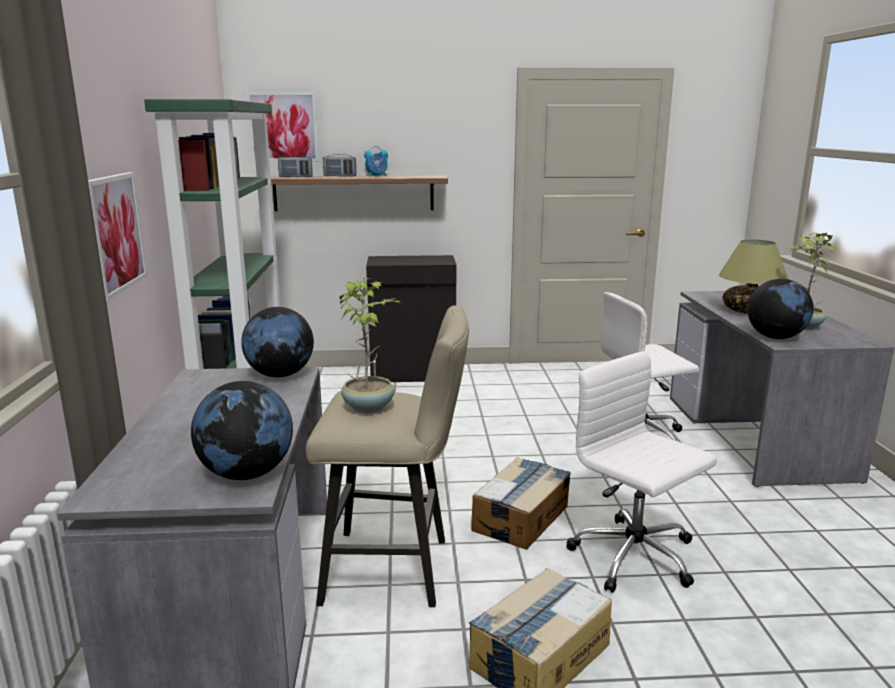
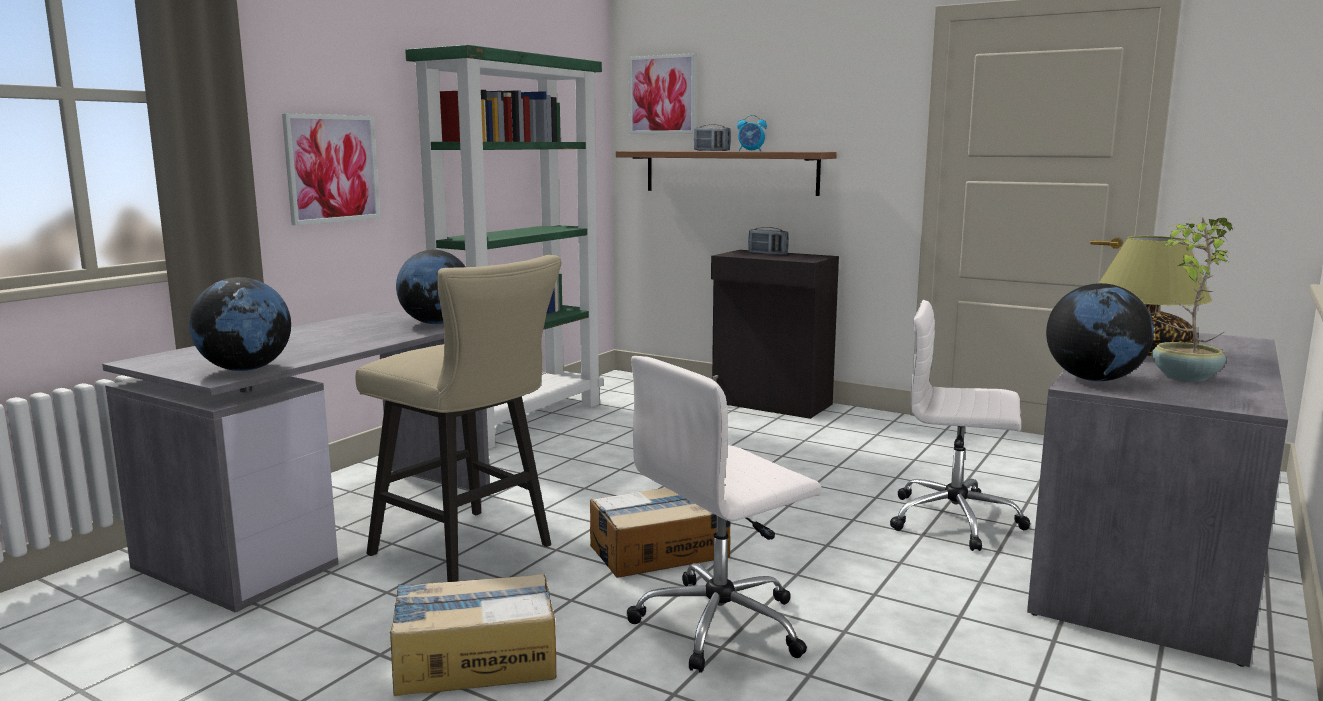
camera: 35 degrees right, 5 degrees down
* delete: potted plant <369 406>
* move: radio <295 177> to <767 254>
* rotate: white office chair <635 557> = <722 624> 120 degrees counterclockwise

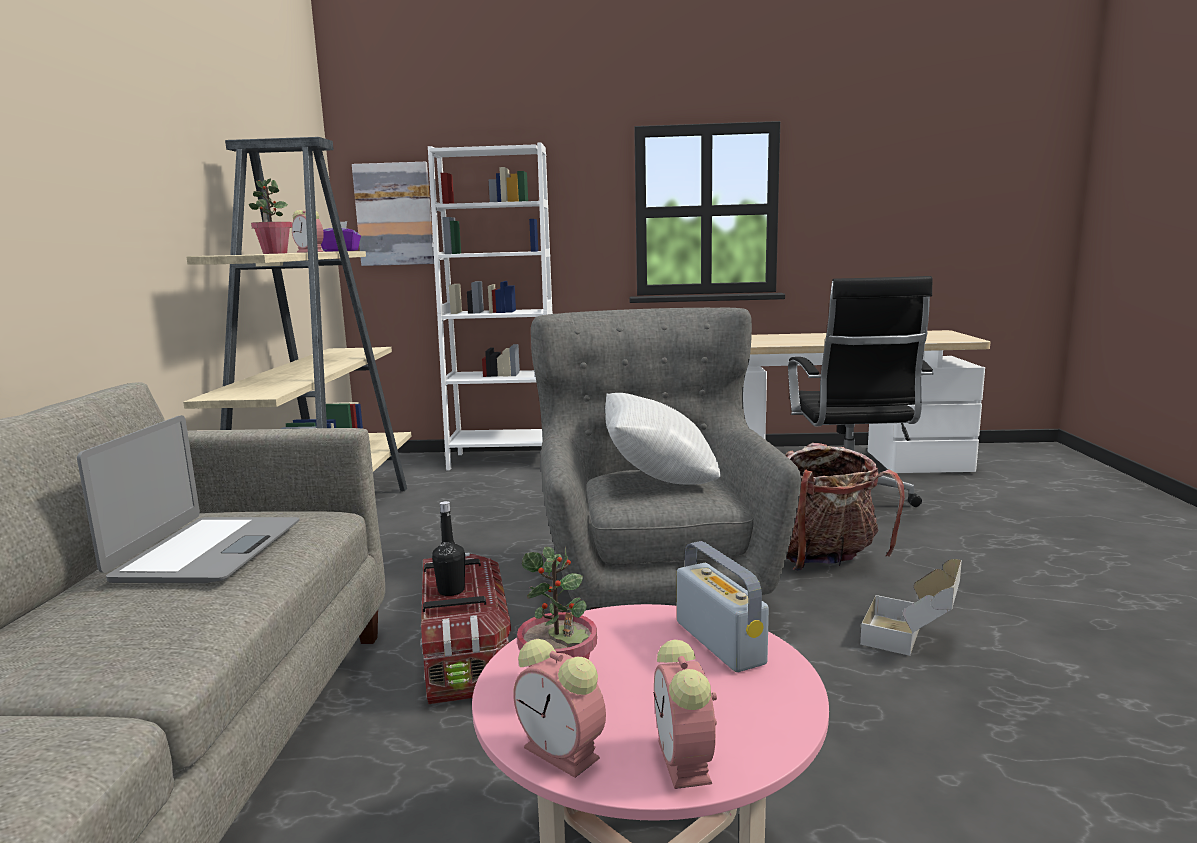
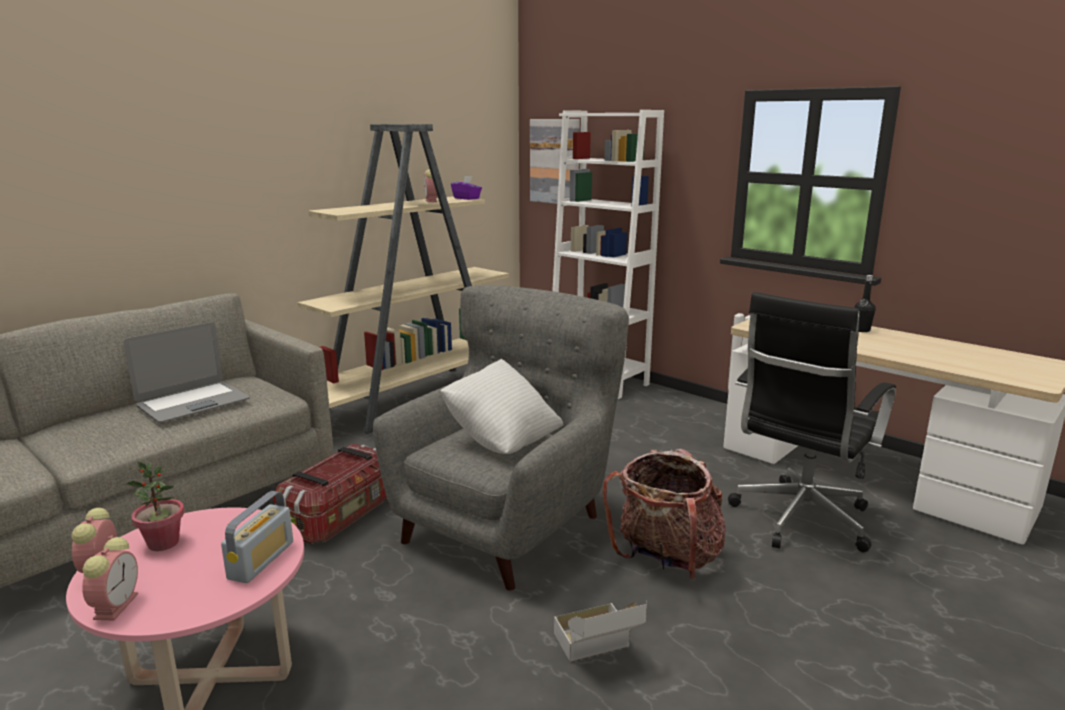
camera: 40 degrees right, 5 degrees up
* delete: potted plant <274 253>
* move: black bottle <451 590> to <861 330>
* rotate: alarm clock <686 764> = <116 605> 150 degrees clockwise

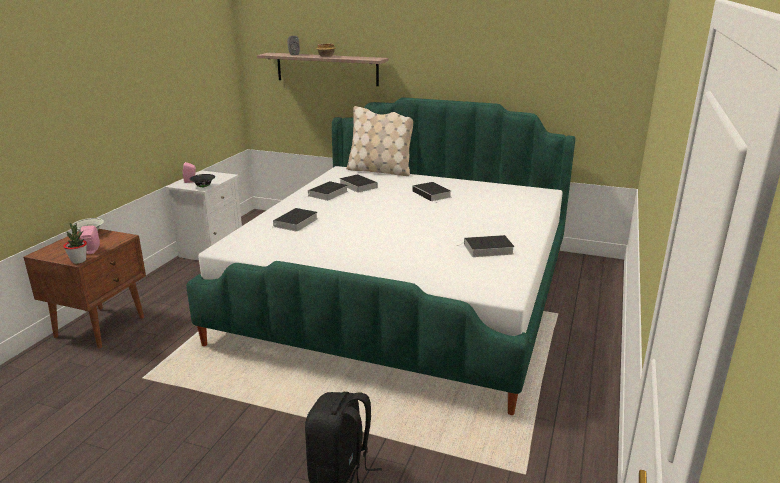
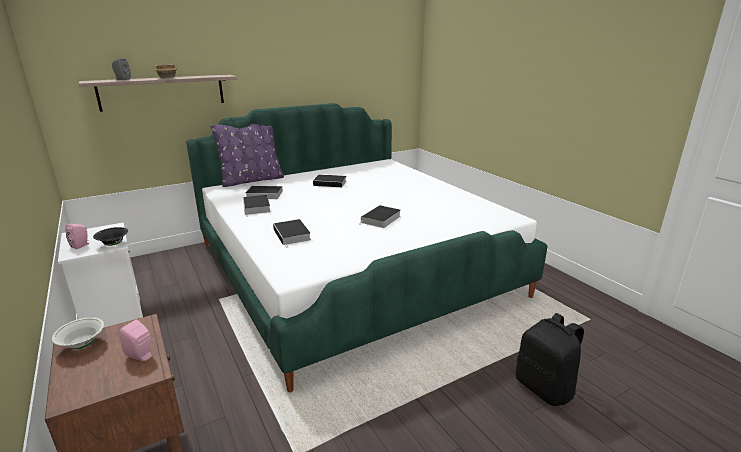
camera: 50 degrees left, 0 degrees up
* delete: potted plant <79 261>
* move: book <487 249> to <380 219>
* recolor: beige pillow <380 171> to purple pillow <251 180>

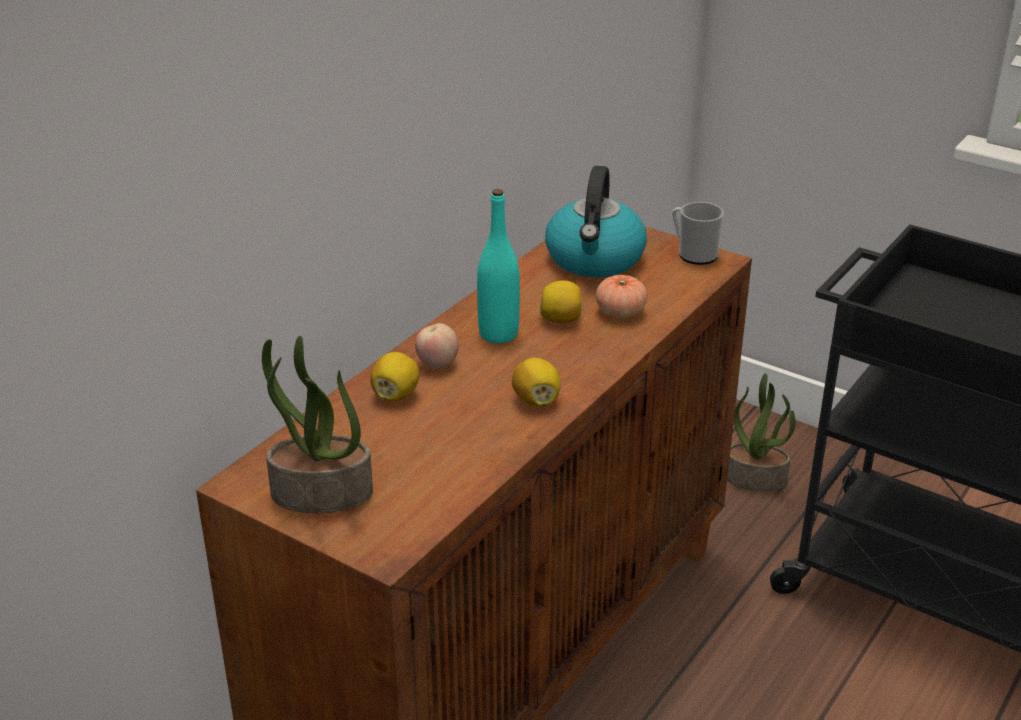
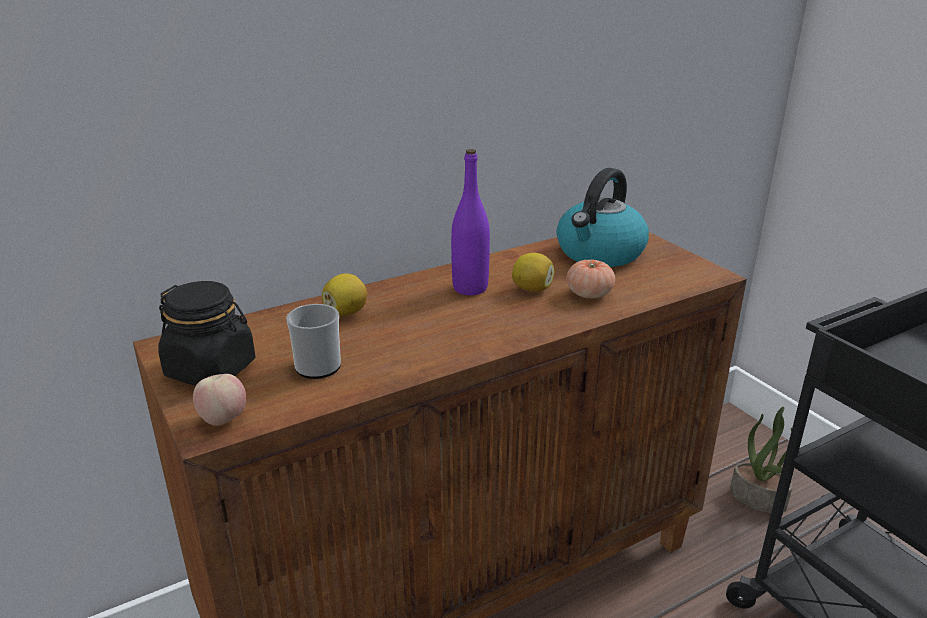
camera: 25 degrees right, 5 degrees down
* delete: lemon <536 400>
* move: apple <437 364> to <223 420>
* move: mug <693 254> to <315 364>
* replace: potted plant <320 494> to black jar <211 369>
* recolor: turquoise bottle <498 334> to purple bottle <470 288>

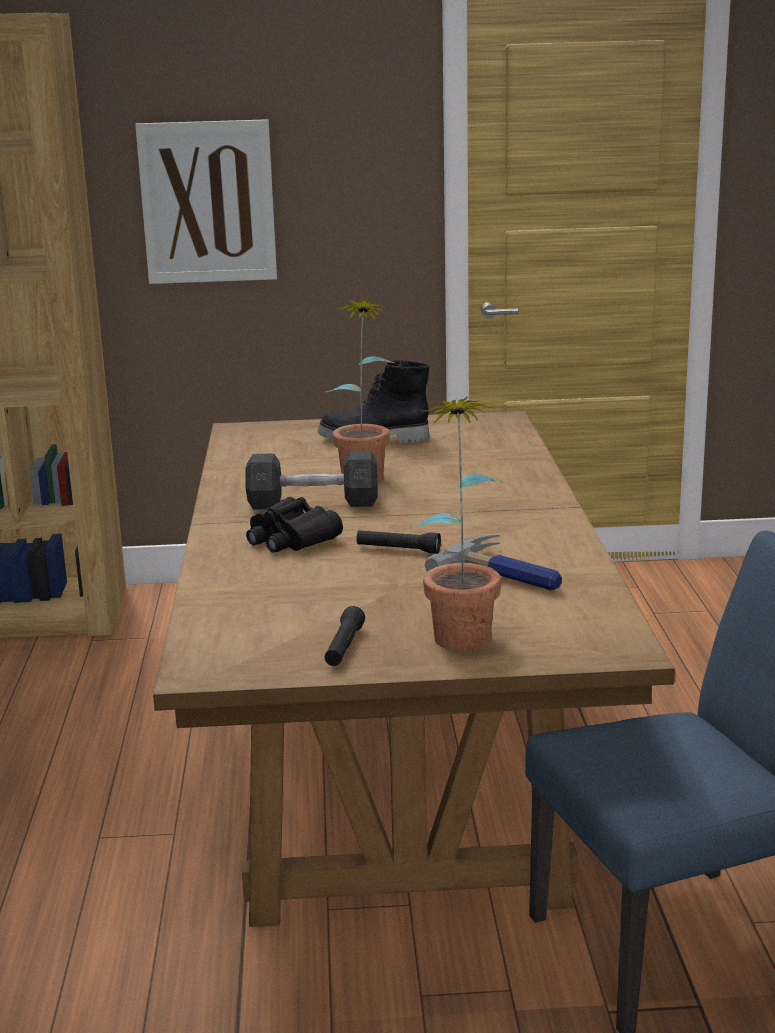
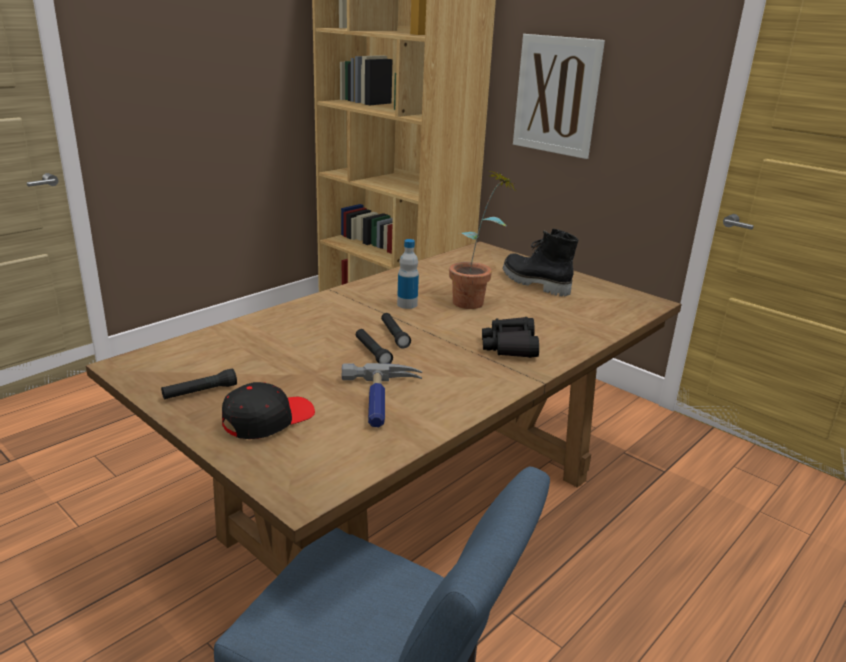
camera: 45 degrees right, 5 degrees up
* insert: black flashlight <394 335>
* move: black binoculars <290 539> to <510 346>
* replace: grey dumbbell <313 503> to bottle <407 304>
* replace: potted plant <462 630> to black cap <268 420>

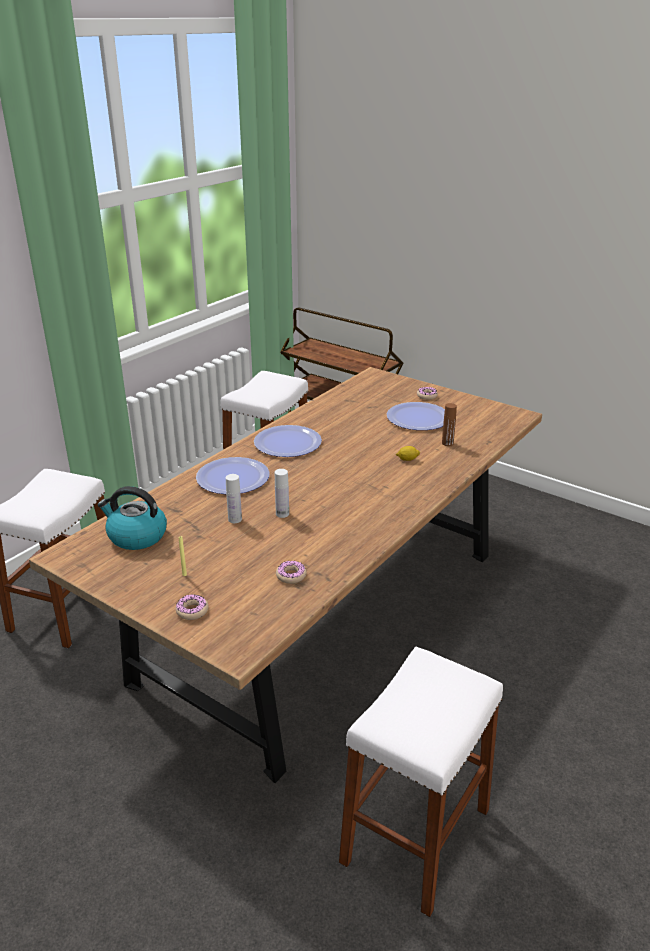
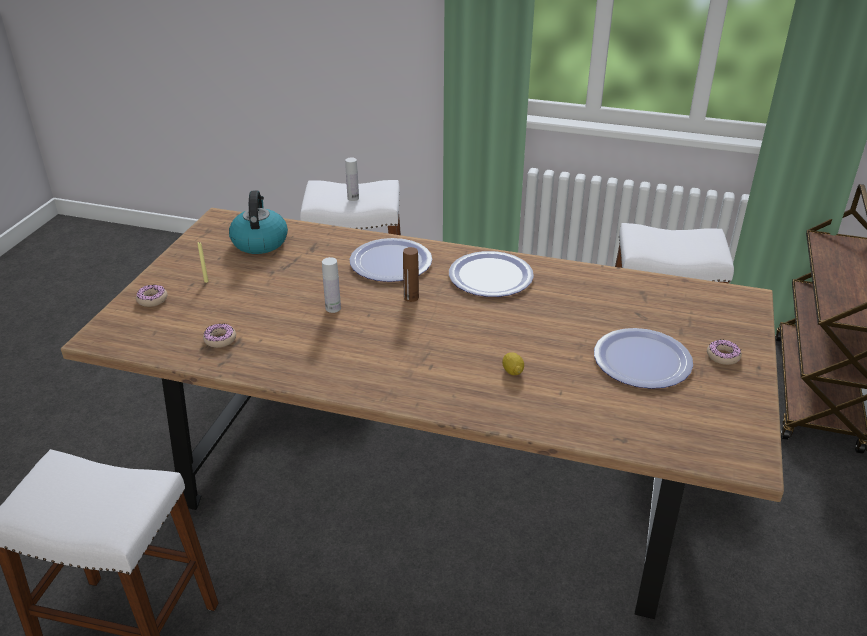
camera: 70 degrees right, 5 degrees up
* move: white bottle <235 519> to <353 198>
* move: brown bottle <447 443> to <411 297>

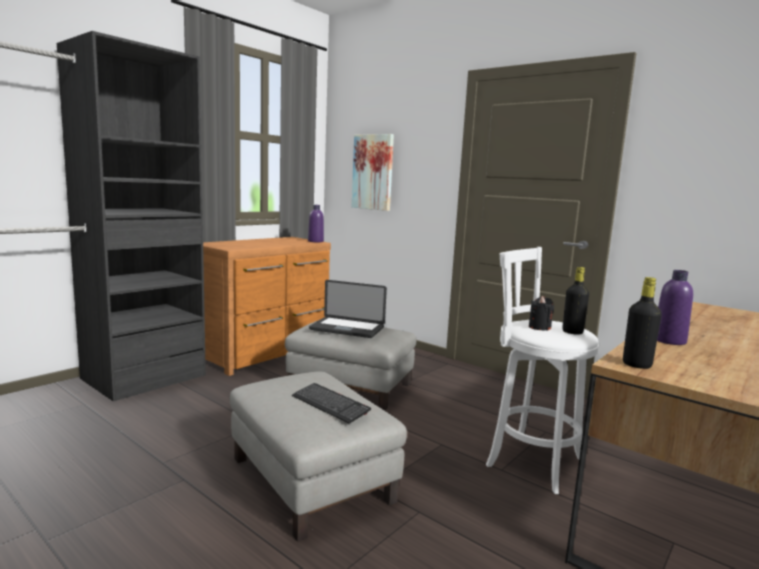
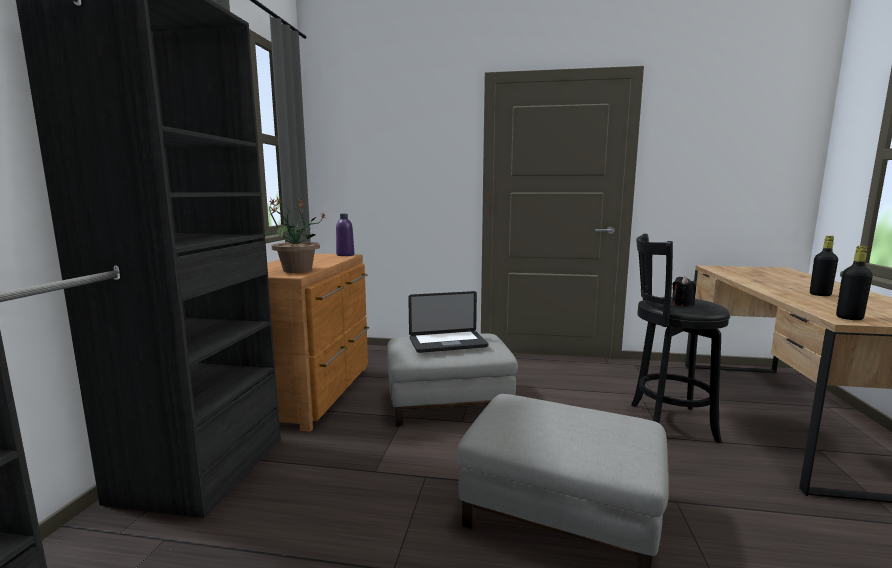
camera: 30 degrees left, 0 degrees up
* delete: keyboard <330 404>
* delete: picture <373 172>
* delete: purple bottle <669 340>
* insert: potted plant <296 270>
* move: black bottle <572 332> to <820 294>
* recolor: white stool <530 460> to black stool <667 422>

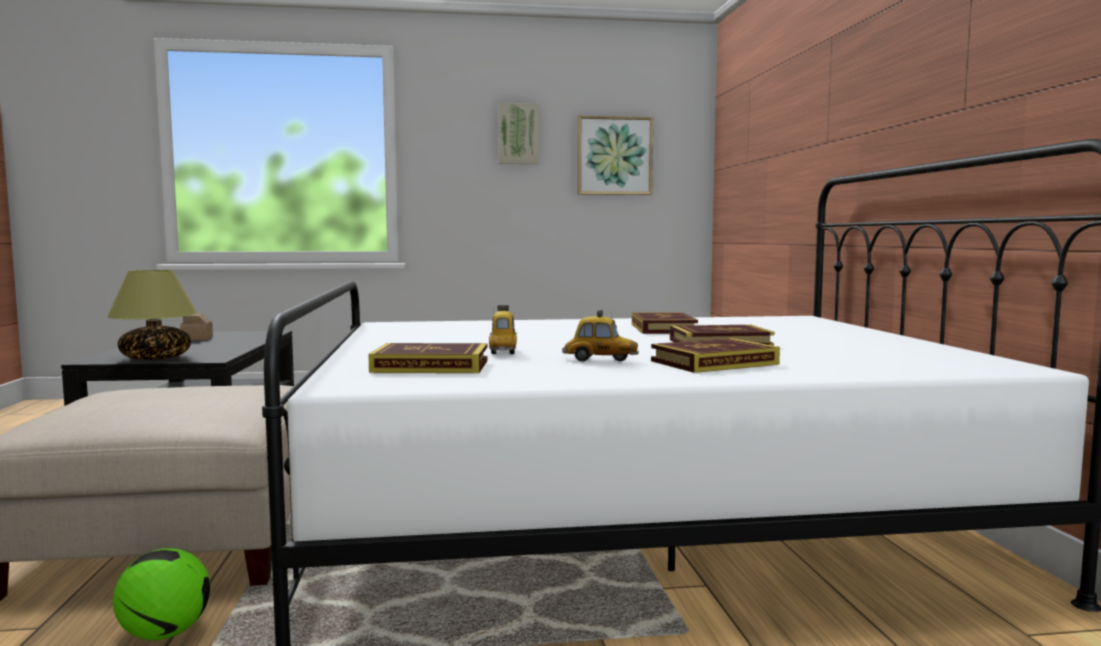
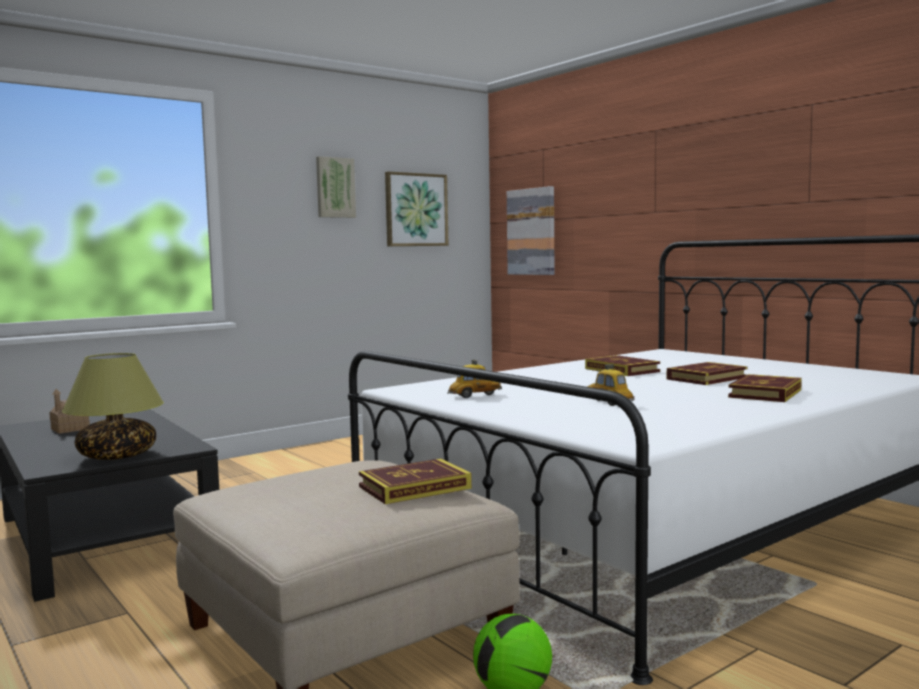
camera: 30 degrees left, 0 degrees up
* insert: picture <531 232>
* move: book <431 366> to <414 487>
* move: toy car <600 360> to <475 396>

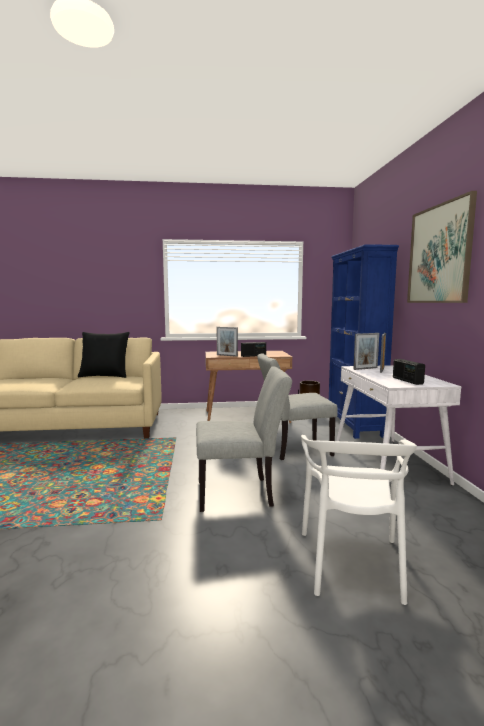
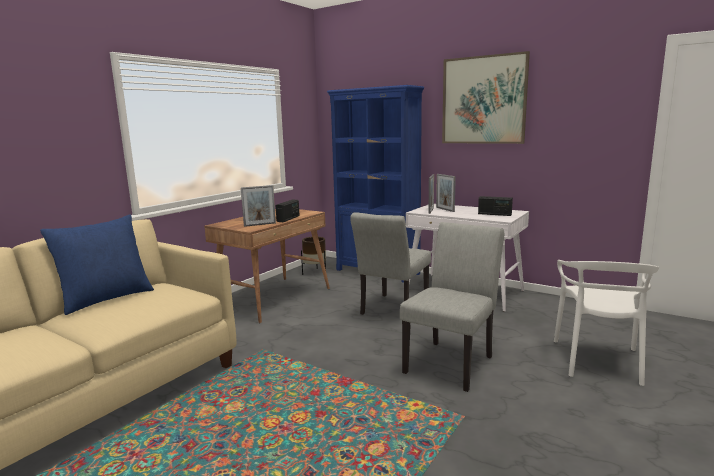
camera: 50 degrees left, 5 degrees up
* recolor: black pillow <105 376> to blue pillow <106 299>
* rotate: white chair <352 563> = <598 361> 60 degrees clockwise

